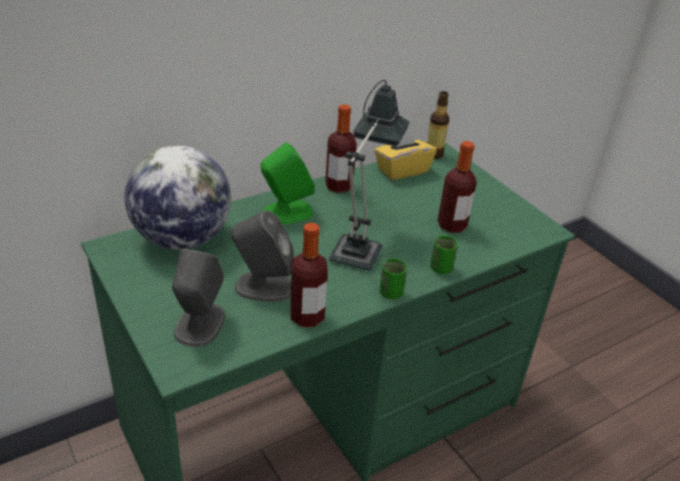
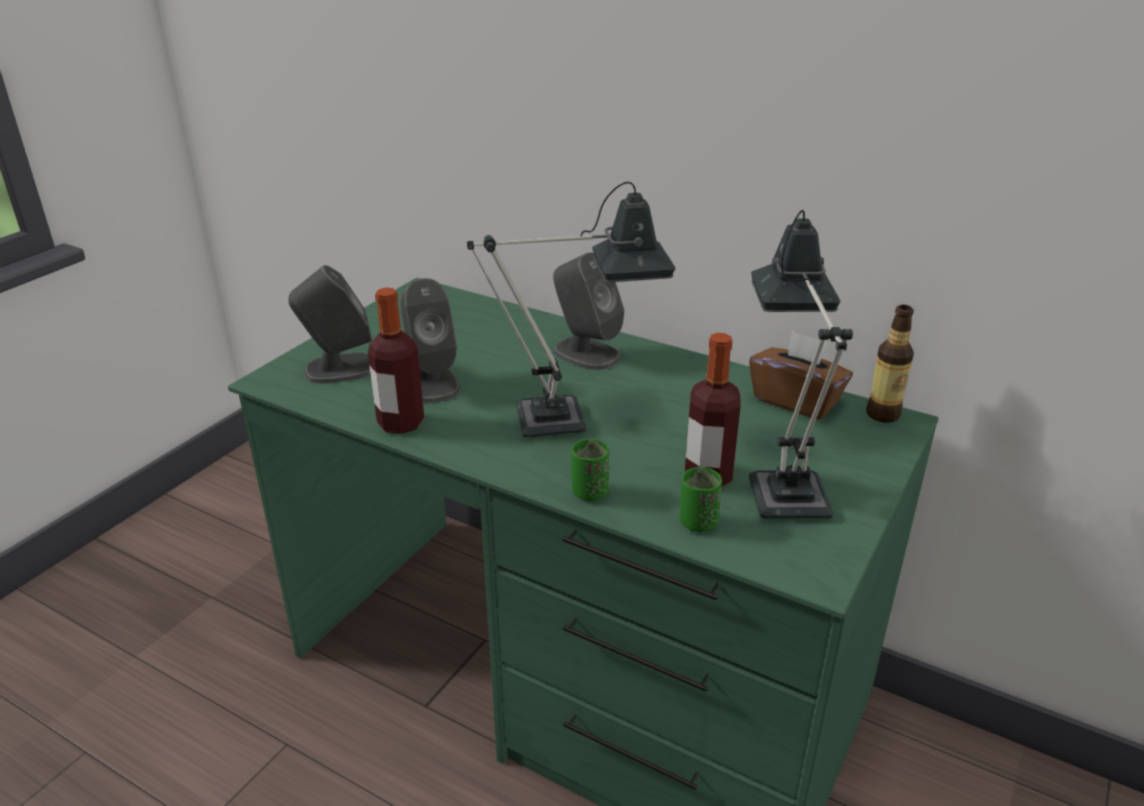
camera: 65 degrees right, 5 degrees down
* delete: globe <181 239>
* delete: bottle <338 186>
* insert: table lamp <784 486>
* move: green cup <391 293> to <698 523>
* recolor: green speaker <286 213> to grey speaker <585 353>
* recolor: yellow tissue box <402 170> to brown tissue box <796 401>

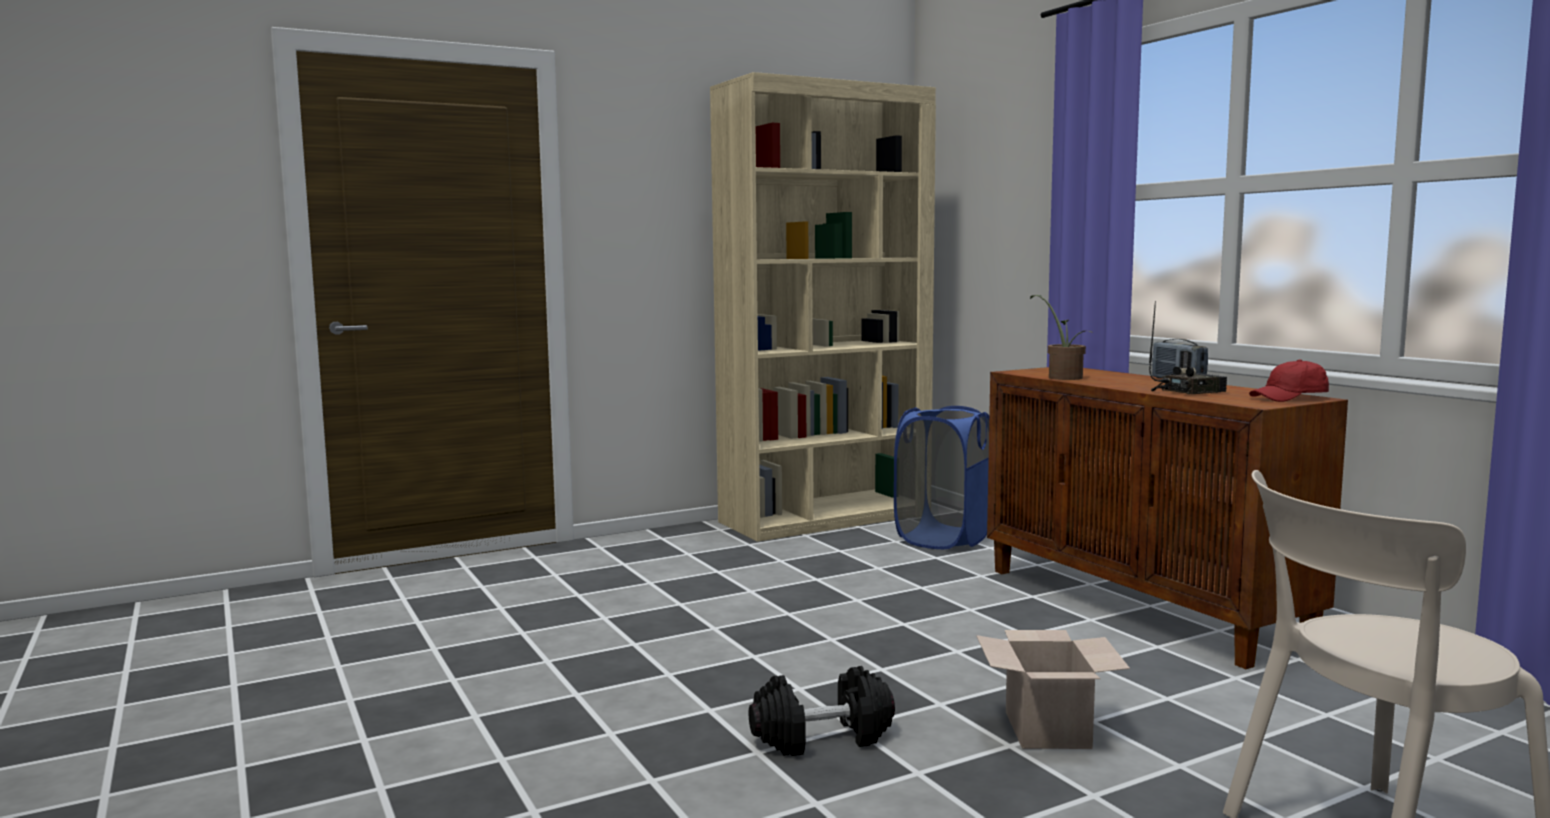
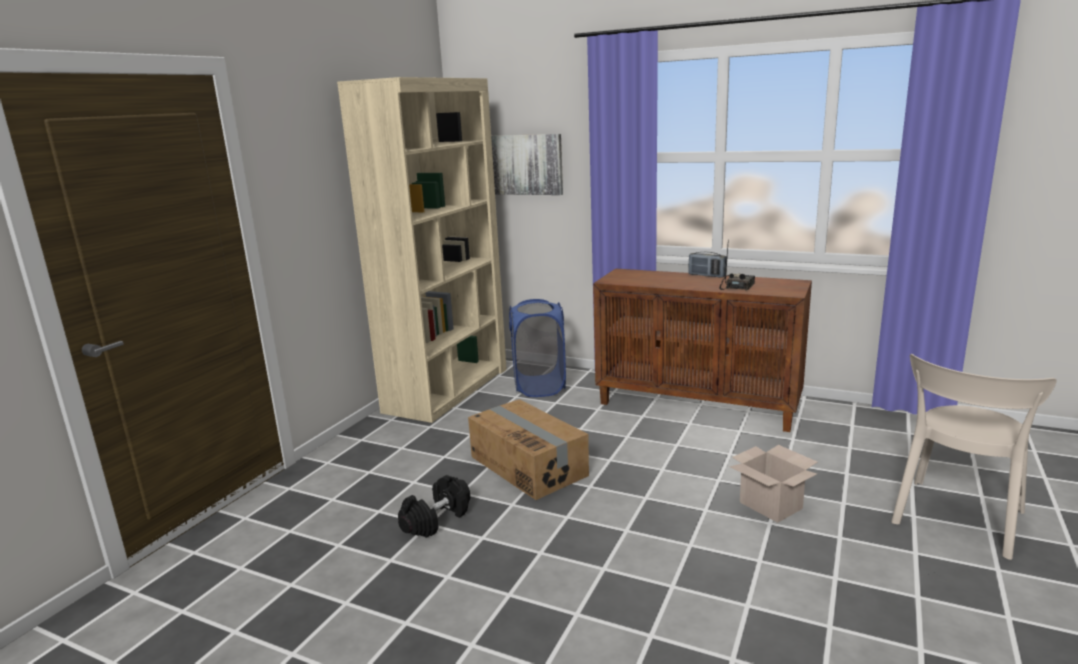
camera: 35 degrees left, 10 degrees up
* delete: potted plant <1062 377>
* delete: red cap <1290 398>
* insert: cardboard box <529 465>
* insert: picture <521 164>
* move: black dumbbell <822 738> to <436 520>

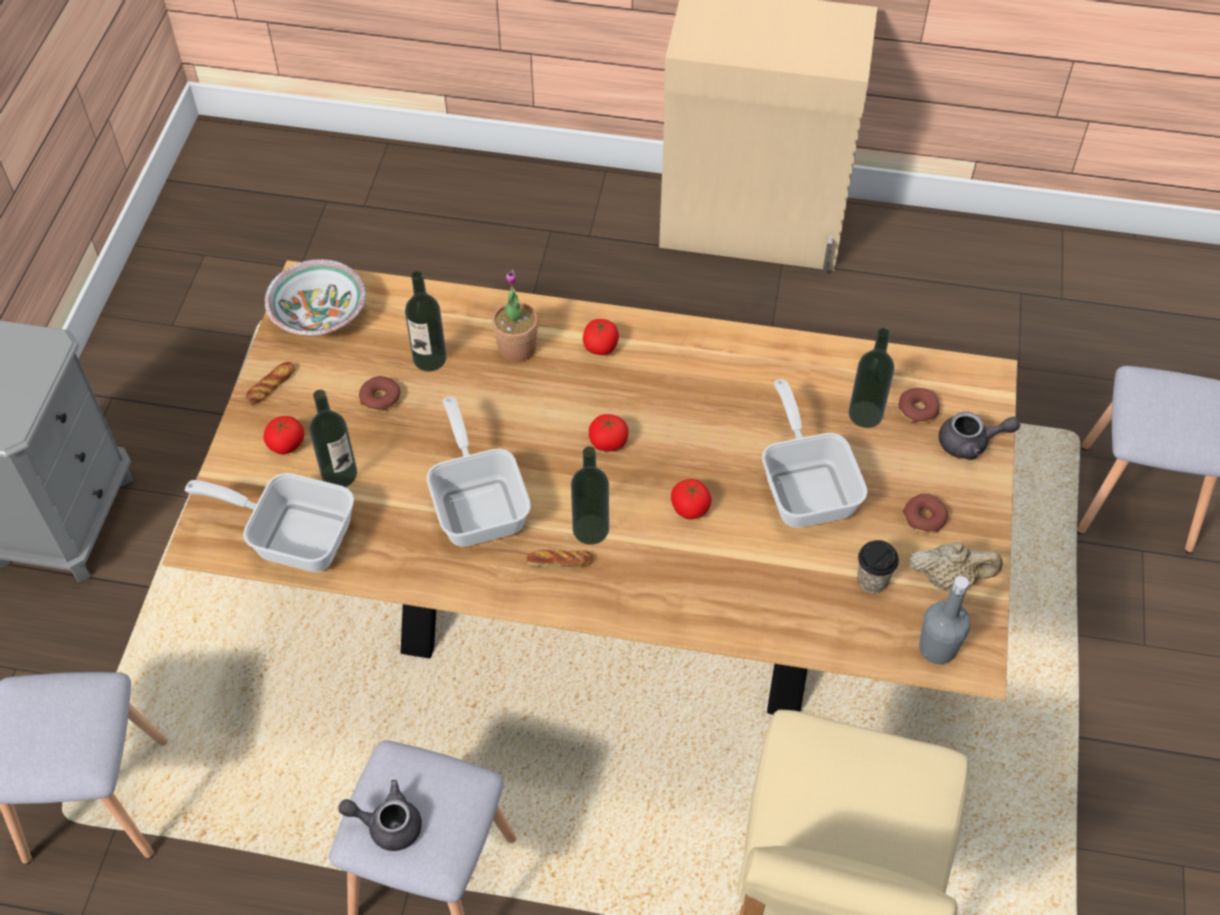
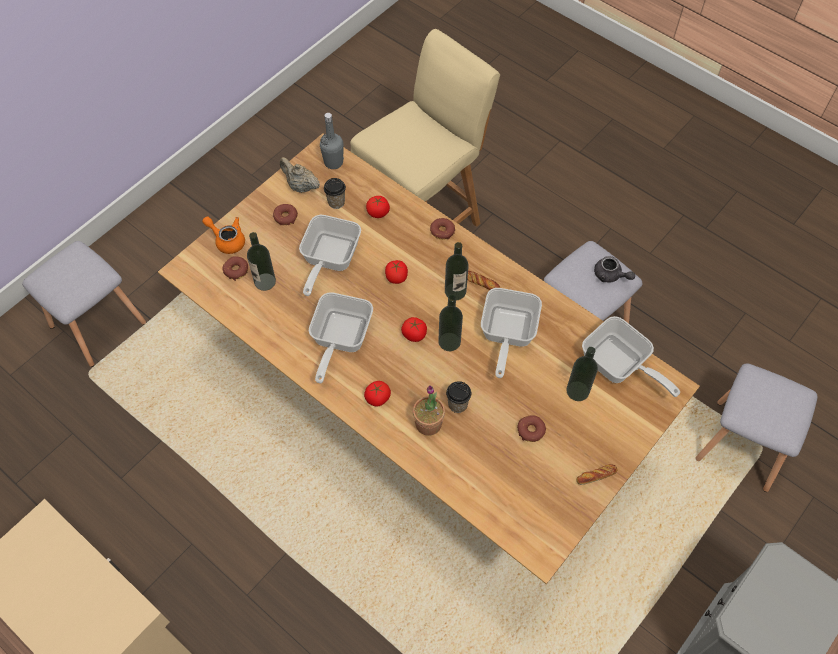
camera: 150 degrees left, 5 degrees up
* delete: bowl <320 314>
* insert: frying pan <339 340>
* insert: donut <442 231>
* insert: cup <457 404>
* move: tomato <286 444> to <378 212>
* move: bottle <429 358> to <449 341>
* recolor: grey teapot <971 443> to orange teapot <227 240>

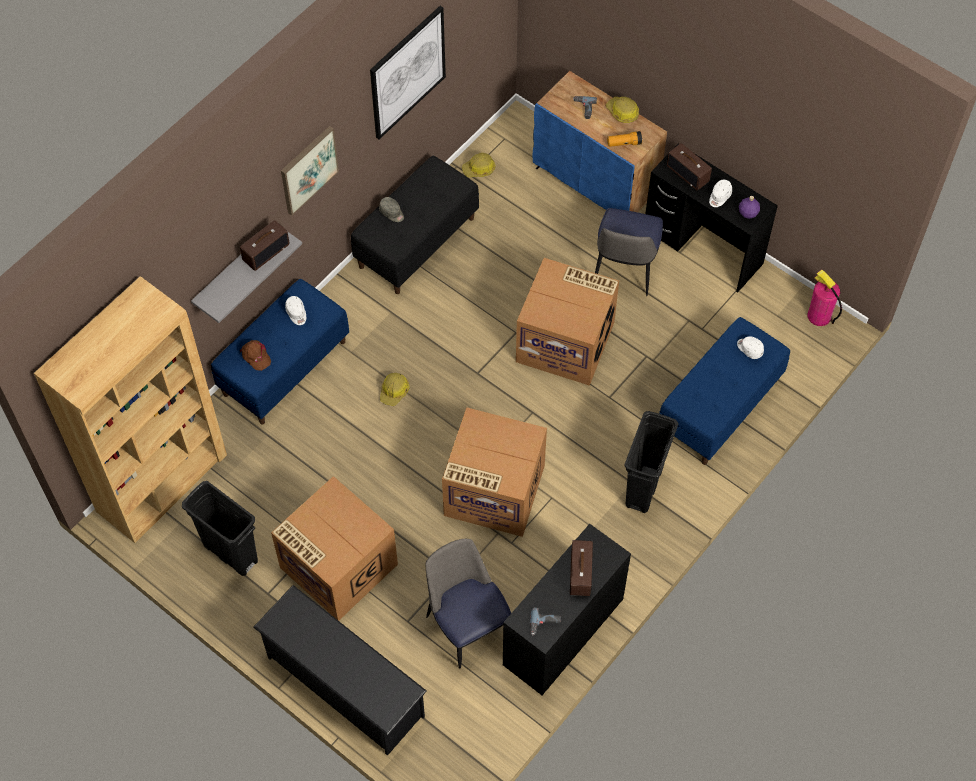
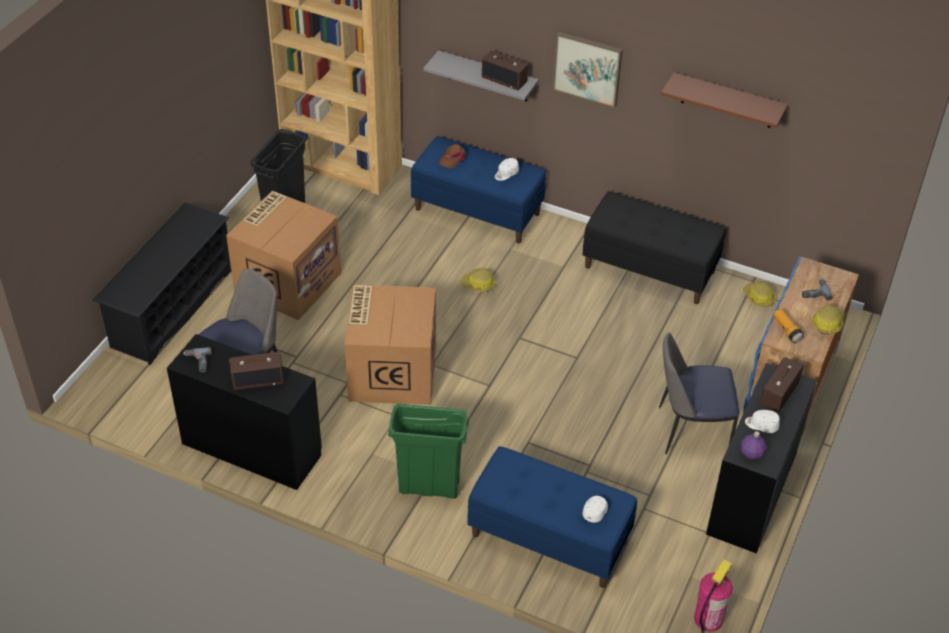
camera: 75 degrees right, 15 degrees down
* delete: grey cap <392 213>
* delete: cardboard box <566 341>
* replace: picture <407 72> to brown shelf <727 101>
* recolor: black trash can <643 488> to green trash can <428 487>

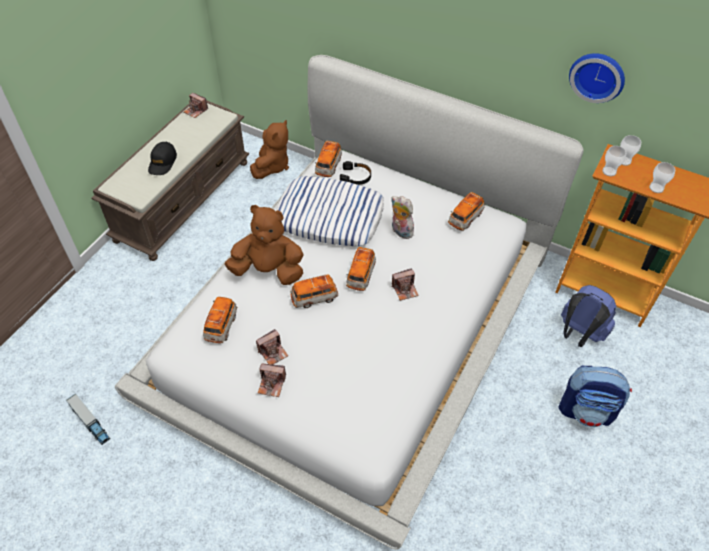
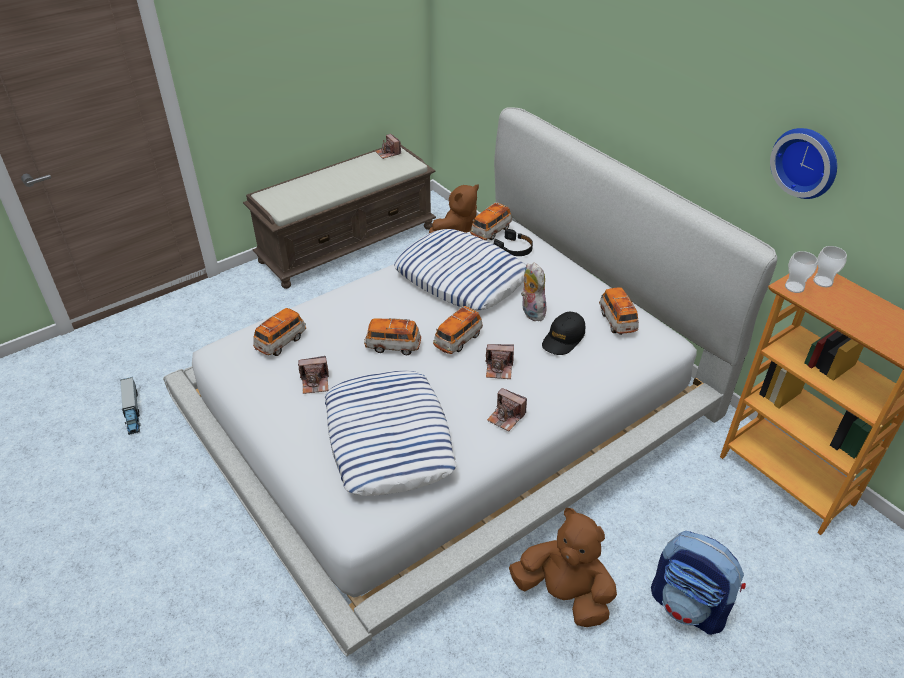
camera: 25 degrees right, 10 degrees down
* delete: blue backpack <579 334>
* delete: cup <656 188>
* insert: pillow <389 439>
* move: black cap <162 162> to <563 339>
* move: brown plush toy <268 270> to <563 594>
* move: photo camera <271 384> to <506 417>
* rotate: toy car <465 218> = <617 321> 105 degrees clockwise

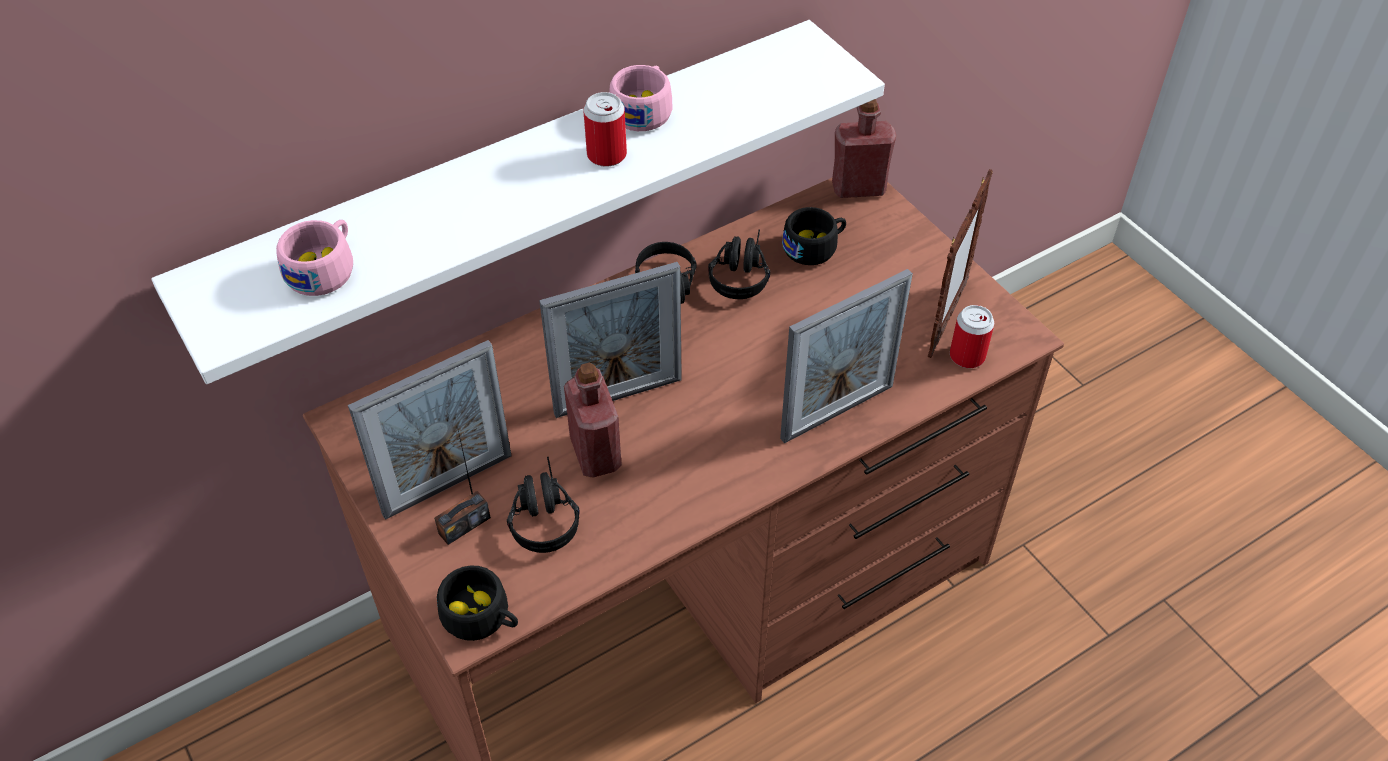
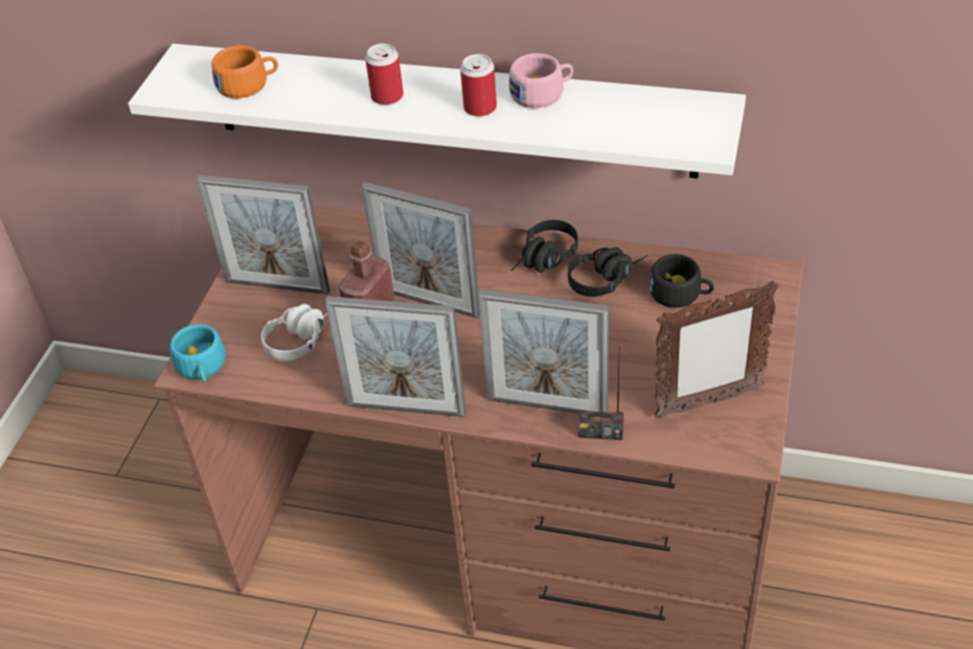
camera: 50 degrees right, 5 degrees down
* delete: red bottle <858 188>
* insert: picture frame <406 409>
* move: radio <464 525> to <600 432>
* move: can <967 356> to <387 97>
* recolor: pink cup <325 269> to orange cup <248 85>
* recolor: black cup <482 617> to turquoise cup <202 368>
* recolor: black headphones <542 513> to white headphones <302 337>

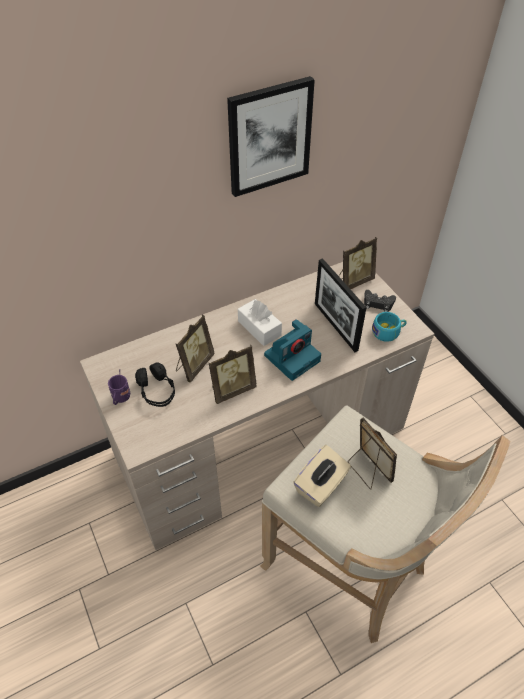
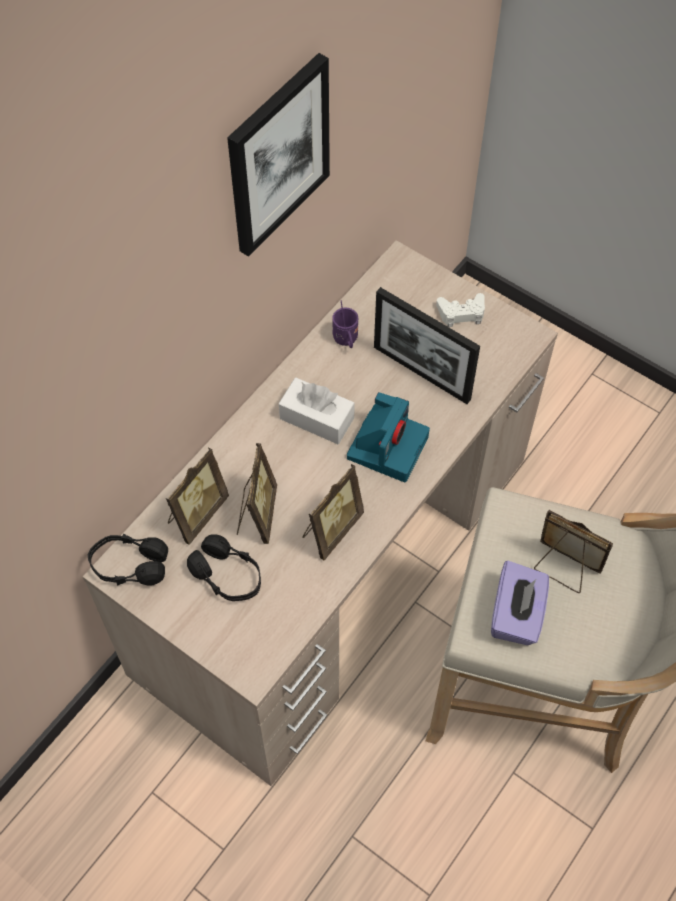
camera: 25 degrees left, 10 degrees up
* delete: turquoise cup <388 332>
* insert: black headphones <129 566>
* move: purple mug <120 399> to <346 341>
* move: picture frame <353 281> to <196 513>
* recolor: beige tissue box <321 485> to purple tissue box <516 615>
* recolor: black game controller <378 303> to white game controller <461 313>

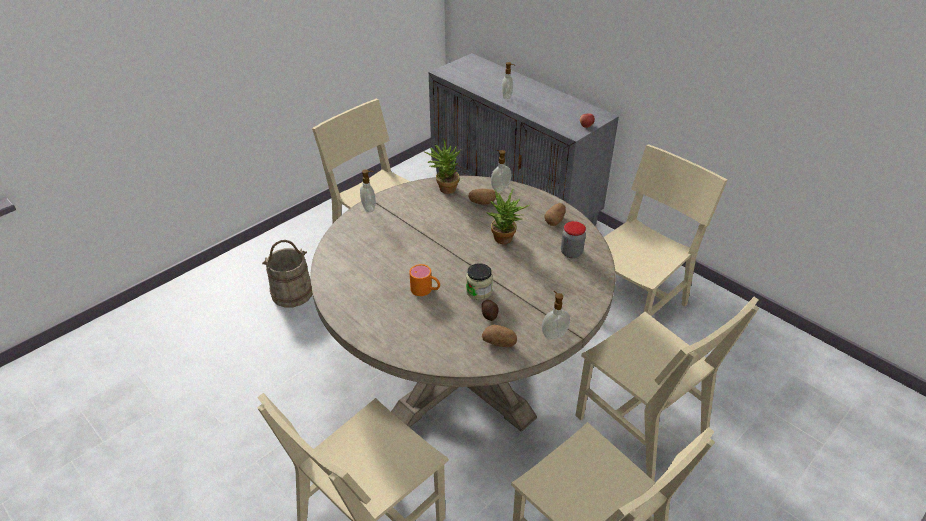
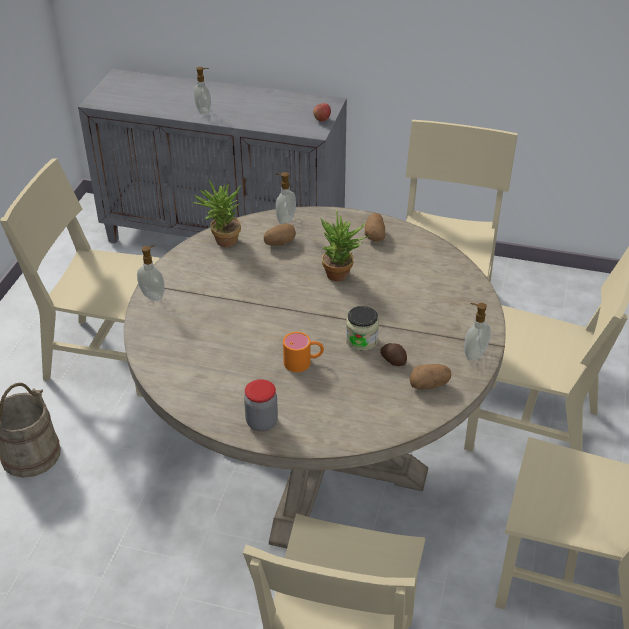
camera: 30 degrees left, 0 degrees up
* move: jar <571 253> to <261 422>

